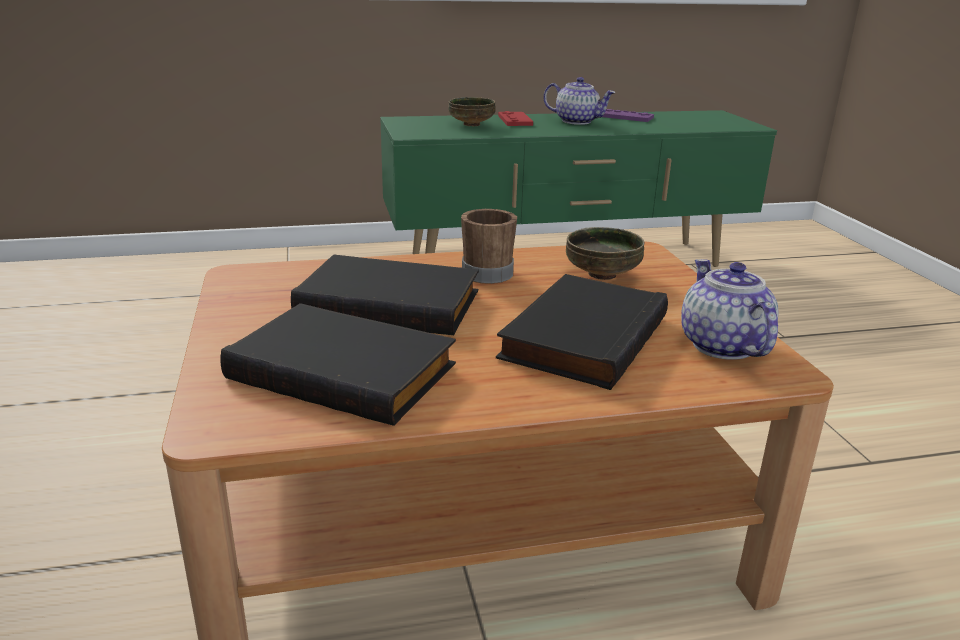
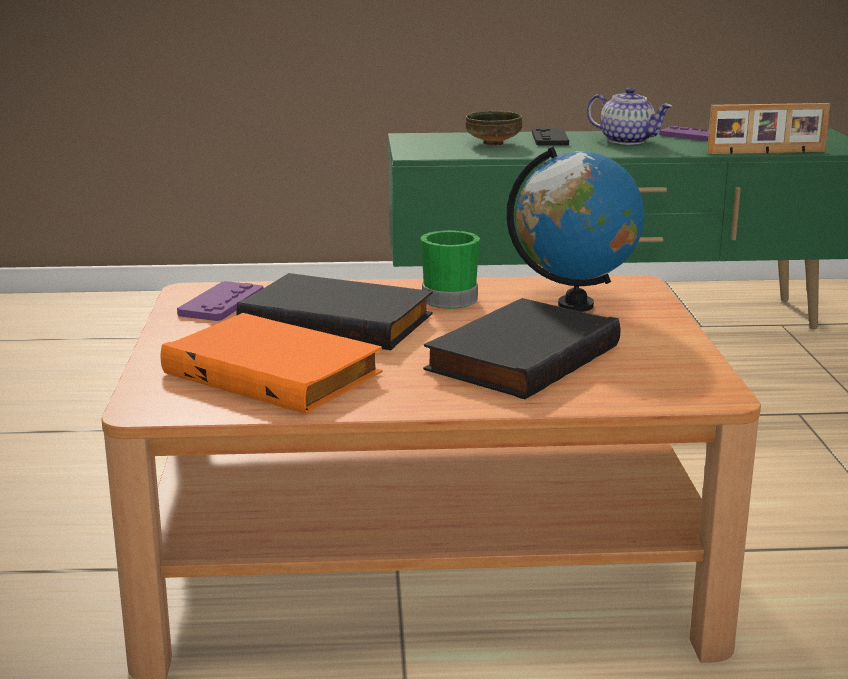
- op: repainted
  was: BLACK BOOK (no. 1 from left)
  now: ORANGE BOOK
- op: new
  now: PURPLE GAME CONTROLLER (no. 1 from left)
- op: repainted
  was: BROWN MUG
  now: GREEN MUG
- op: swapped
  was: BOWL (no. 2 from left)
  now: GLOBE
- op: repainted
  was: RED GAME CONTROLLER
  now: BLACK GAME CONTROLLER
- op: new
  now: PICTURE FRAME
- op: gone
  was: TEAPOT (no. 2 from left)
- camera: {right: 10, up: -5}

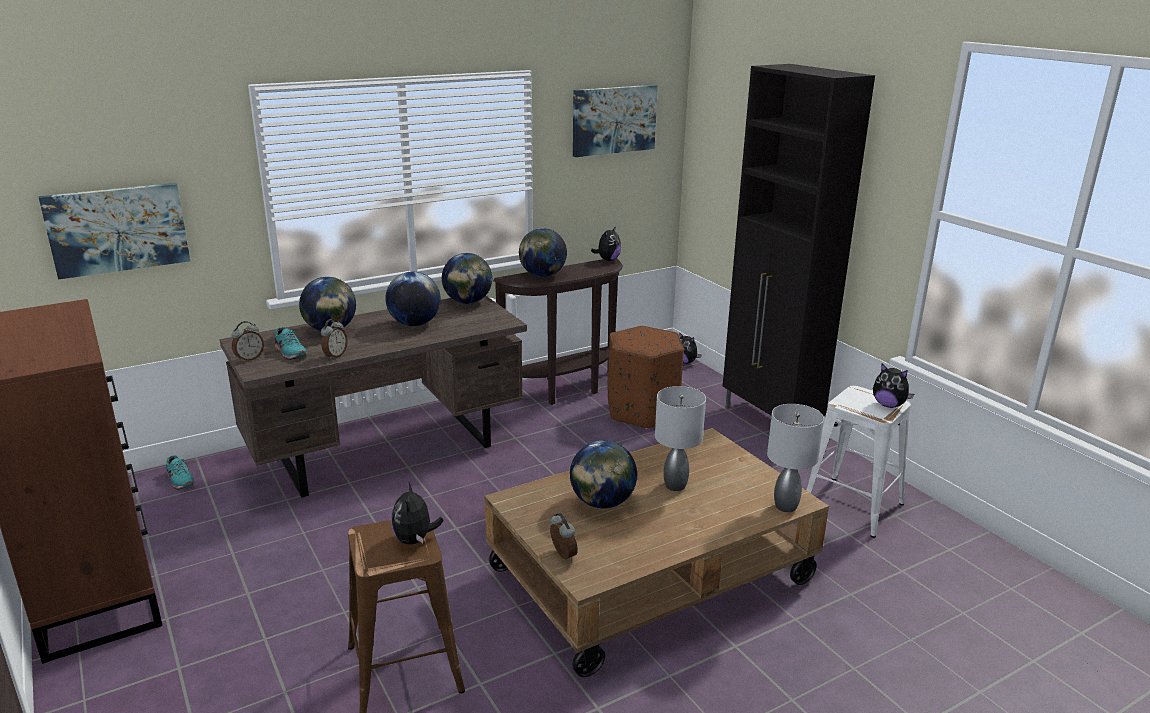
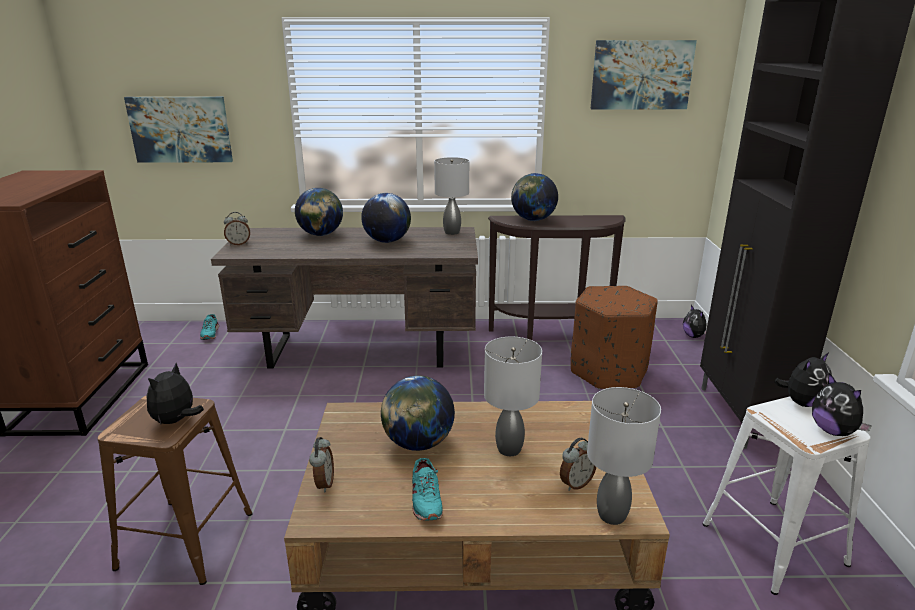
- op: shifted
  was: TURQUOISE SHOE (no. 2 from left)
- op: swapped
  was: GLOBE (no. 3 from left)
  now: GREY TABLE LAMP (no. 1 from left)
- op: shifted
  was: ALARM CLOCK (no. 2 from left in the first image)
  now: ALARM CLOCK (no. 3 from left)
- op: shifted
  was: PLUSH TOY (no. 2 from left in the first image)
  now: PLUSH TOY (no. 3 from left)
- camera: {right: 30, up: 0}

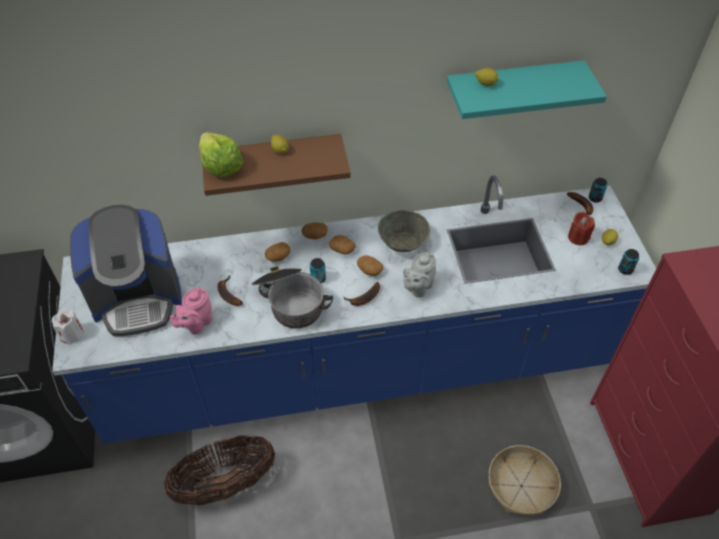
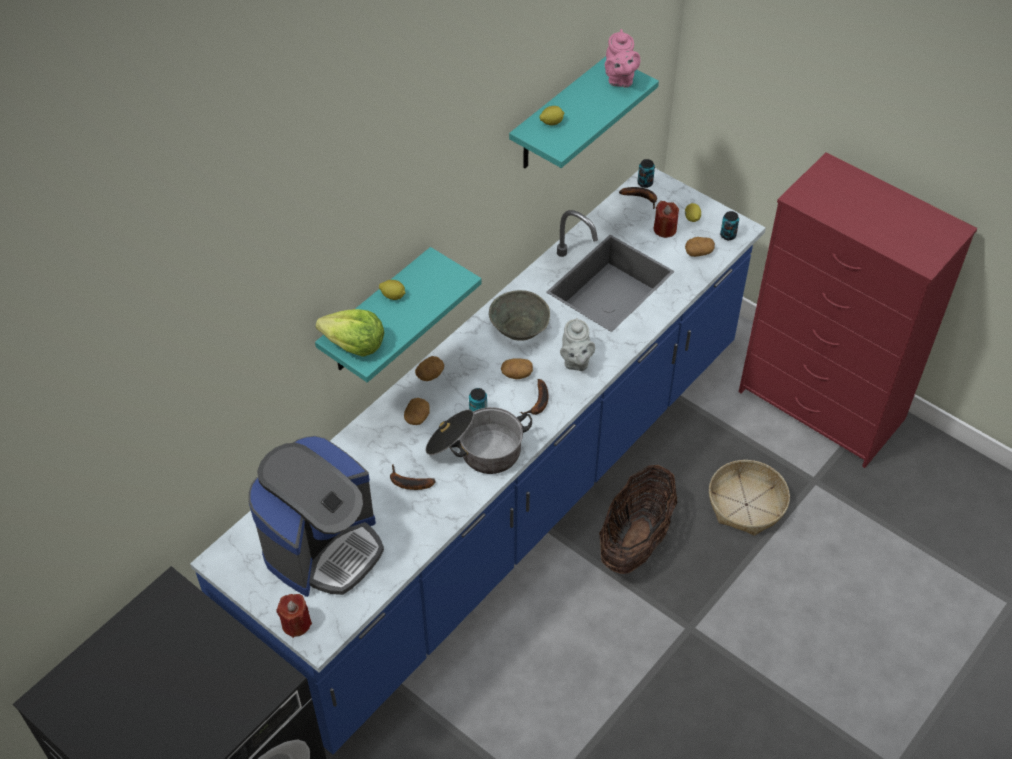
- op: repainted
  was: WHITE CANDLE
  now: RED CANDLE (no. 1 from left)
- op: repainted
  was: BROWN SHELF
  now: TURQUOISE SHELF (no. 1 from left)
- op: shifted
  was: BASKET (no. 1 from left)
- op: shifted
  was: PINK TEAPOT
- op: shifted
  was: POTATO (no. 3 from left in the first image)
  now: POTATO (no. 4 from left)
- camera: {right: -40, up: 0}

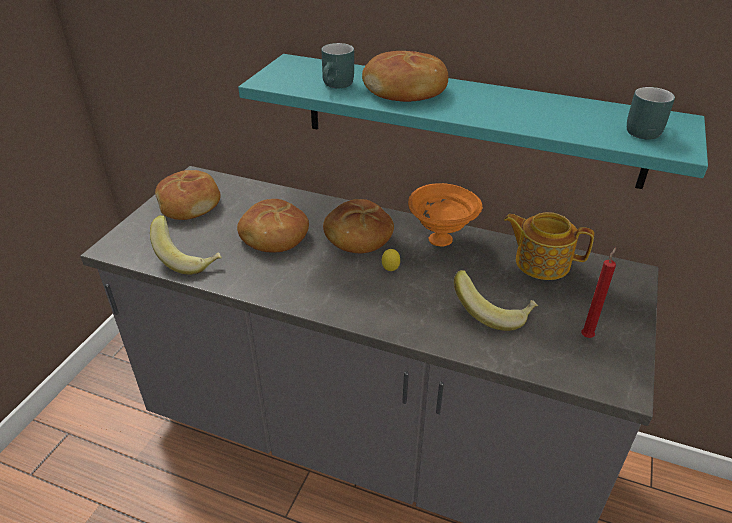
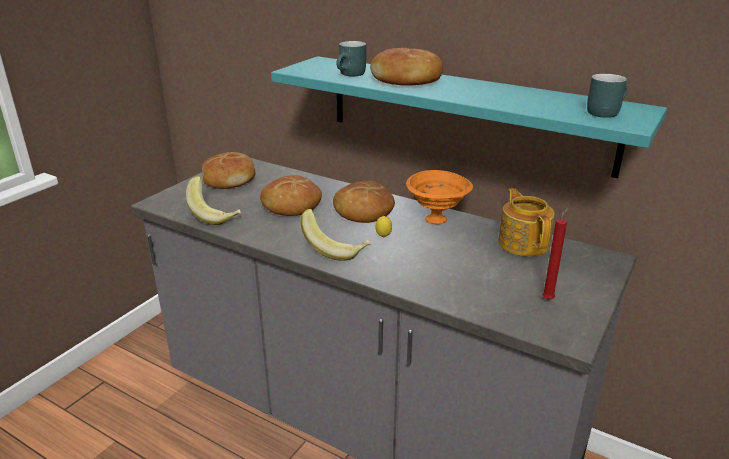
- op: shifted
  was: BANANA (no. 2 from left)
- op: rotated
  was: TEAPOT
  clockwise: 45
- camera: {right: 10, up: -10}

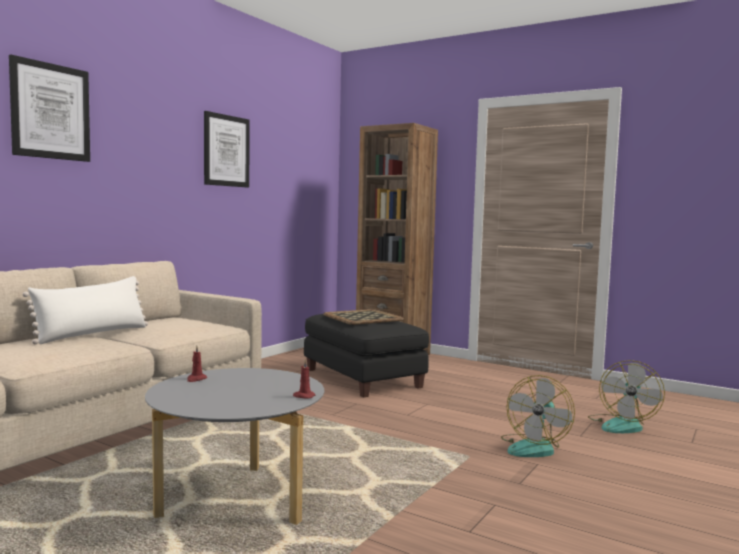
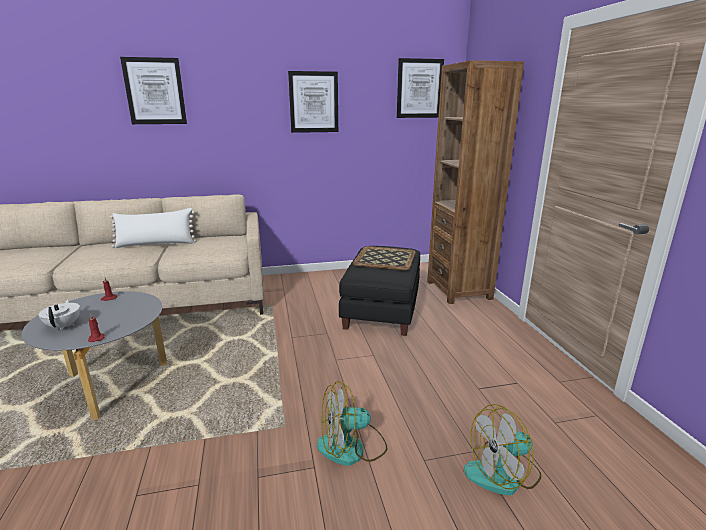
- op: new
  now: WHITE TEAPOT
- op: new
  now: PICTURE (no. 3 from left)
- camera: {right: 45, up: 15}

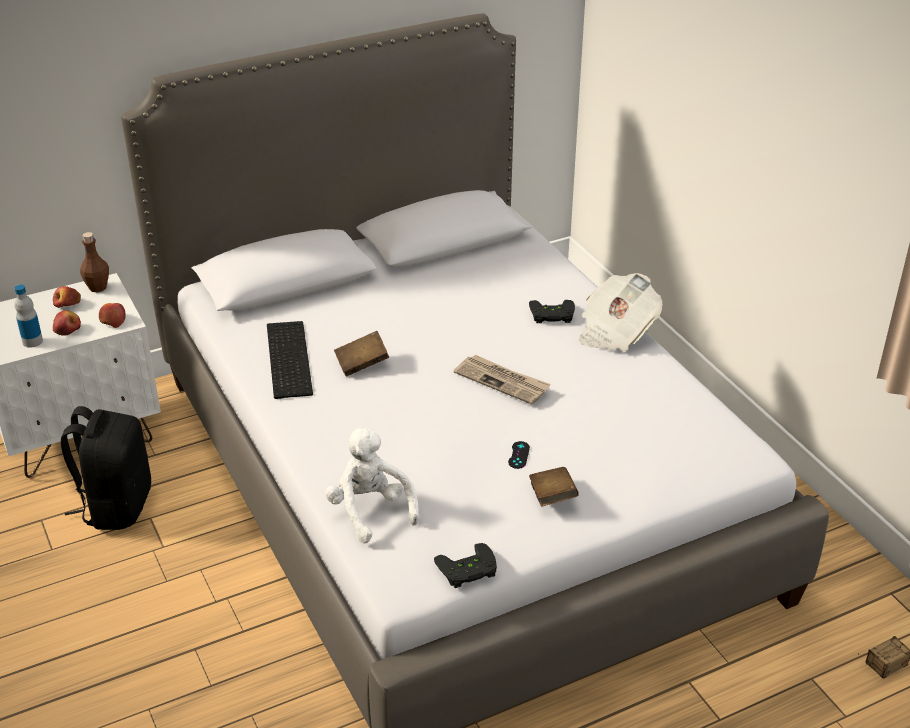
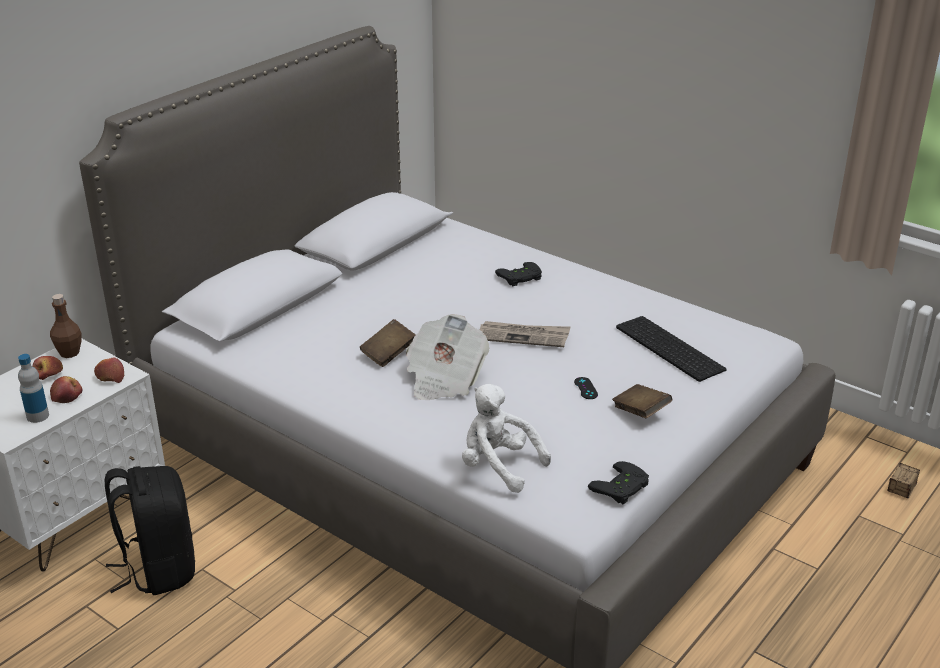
- op: shifted
  was: NEWSPAPER (no. 2 from left in the first image)
  now: NEWSPAPER (no. 1 from left)
- op: shifted
  was: KEYBOARD
- camera: {right: -25, up: -5}

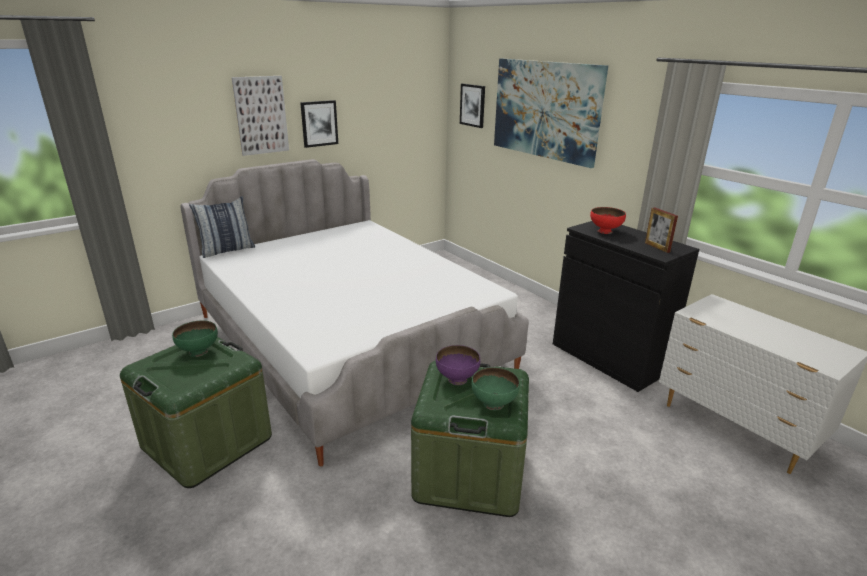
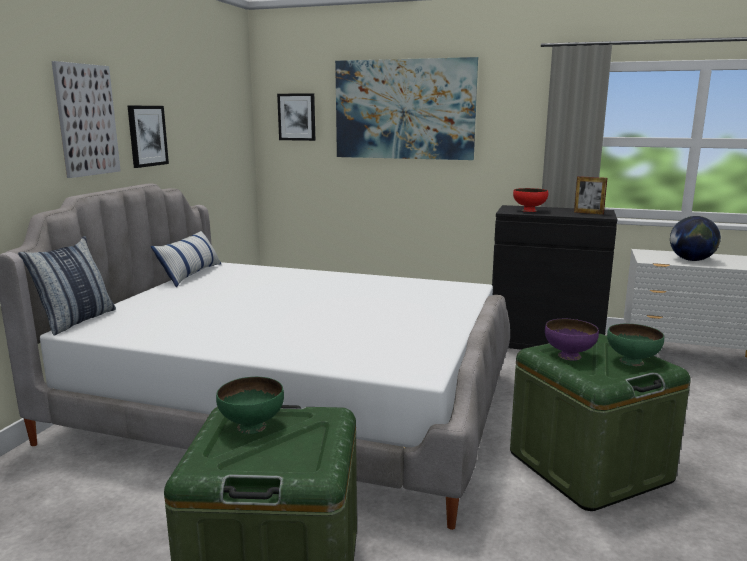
- op: new
  now: PILLOW (no. 2 from left)
- op: new
  now: GLOBE
- camera: {right: -35, up: -10}

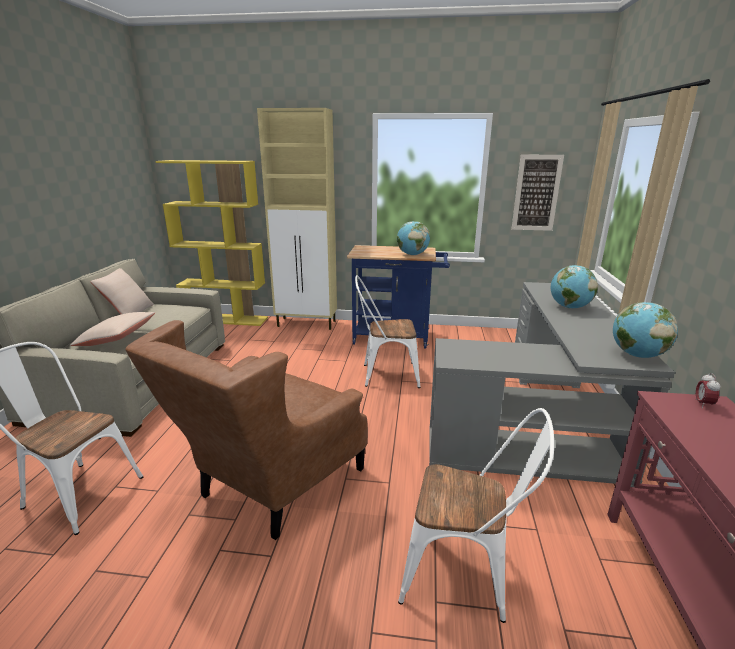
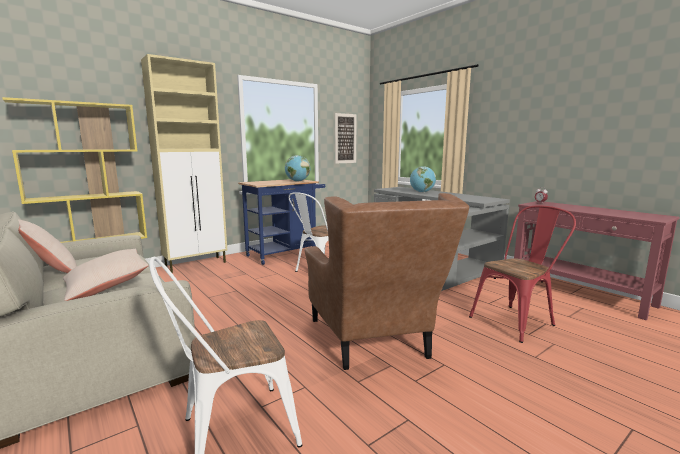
- op: repainted
  was: WHITE CHAIR (no. 3 from left)
  now: RED CHAIR
- op: gone
  was: GLOBE (no. 3 from left)
- camera: {right: -45, up: -10}

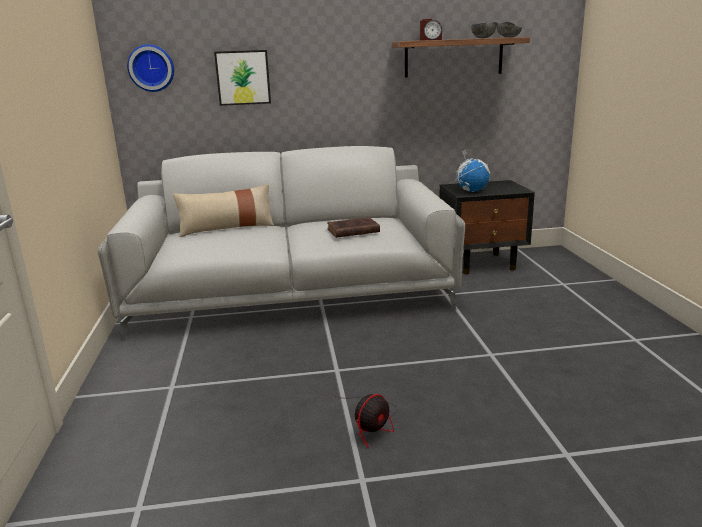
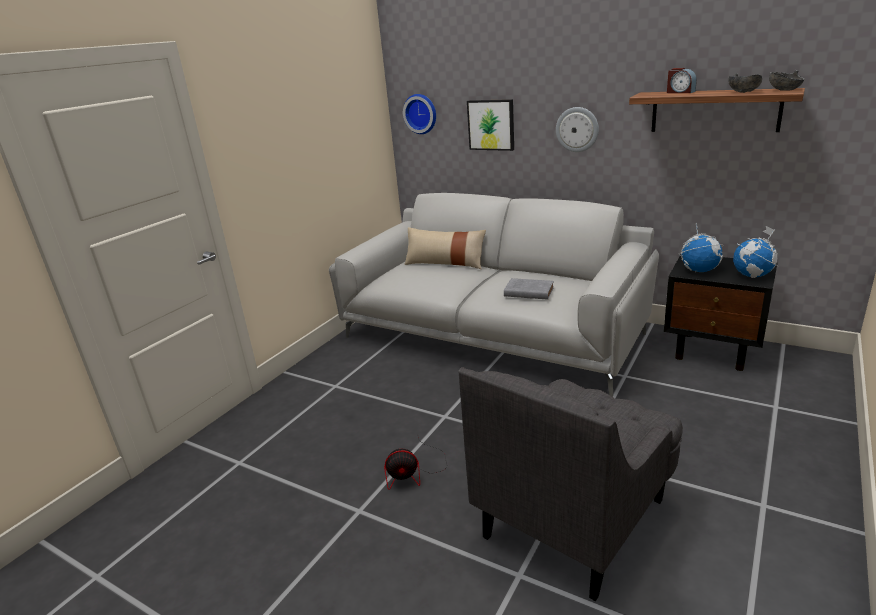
- op: new
  now: GREY ARMCHAIR
- op: repainted
  was: BROWN BOOK
  now: GREY BOOK
- op: new
  now: WALL CLOCK (no. 2 from left)
- op: new
  now: GLOBE (no. 2 from left)
- camera: {right: 40, up: 5}

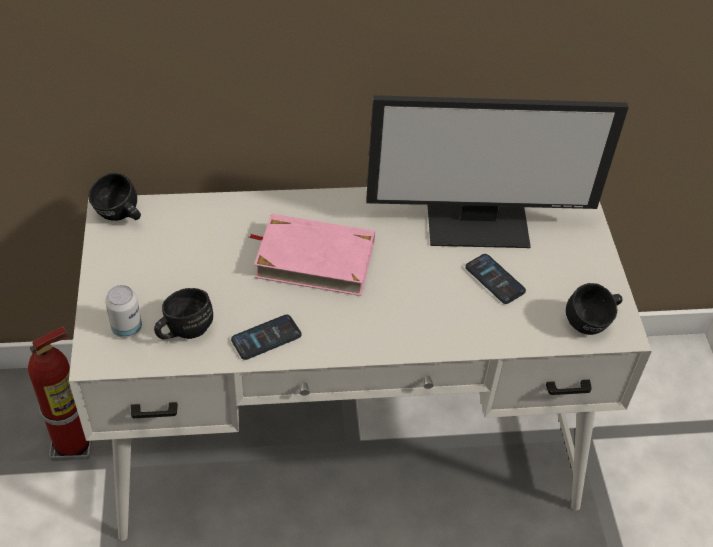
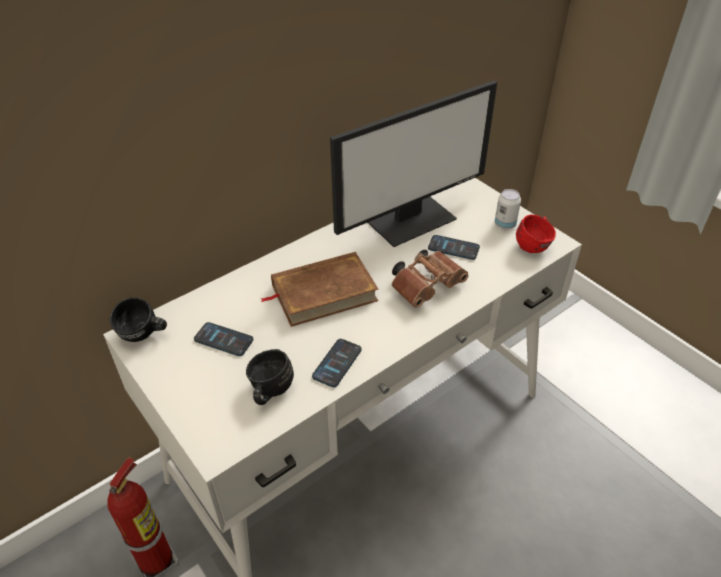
- op: new
  now: PHONE (no. 1 from left)
- op: repainted
  was: PINK BOOK
  now: BROWN BOOK
- op: new
  now: BROWN BINOCULARS
- op: shifted
  was: CAN
- op: repainted
  was: BLACK MUG (no. 3 from left)
  now: RED MUG
- camera: {right: -30, up: -5}

